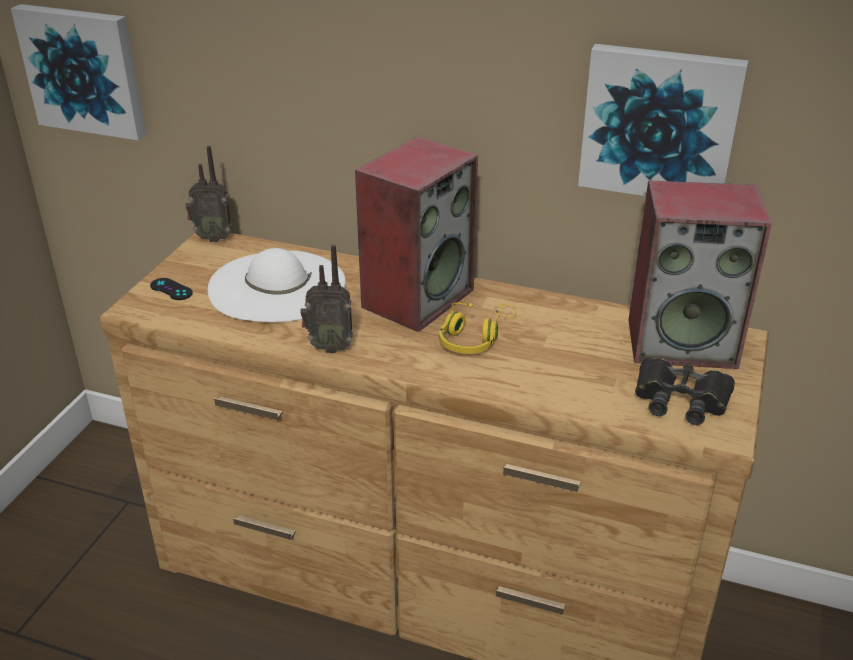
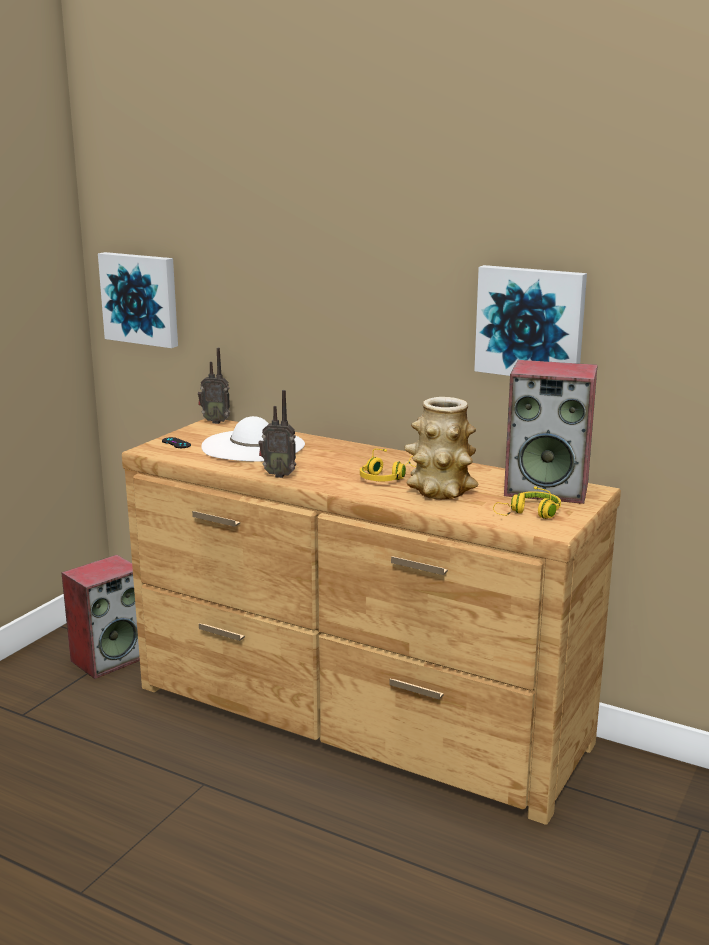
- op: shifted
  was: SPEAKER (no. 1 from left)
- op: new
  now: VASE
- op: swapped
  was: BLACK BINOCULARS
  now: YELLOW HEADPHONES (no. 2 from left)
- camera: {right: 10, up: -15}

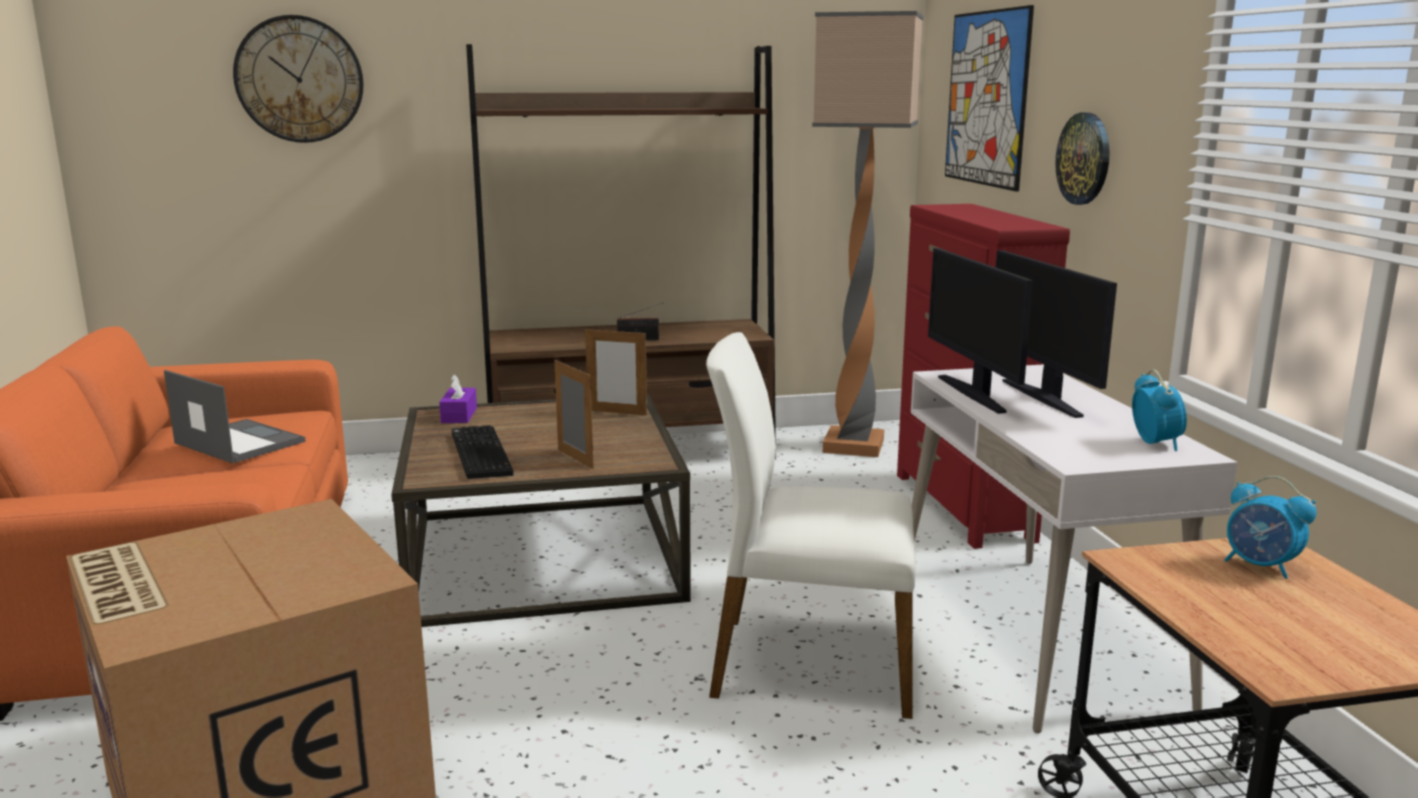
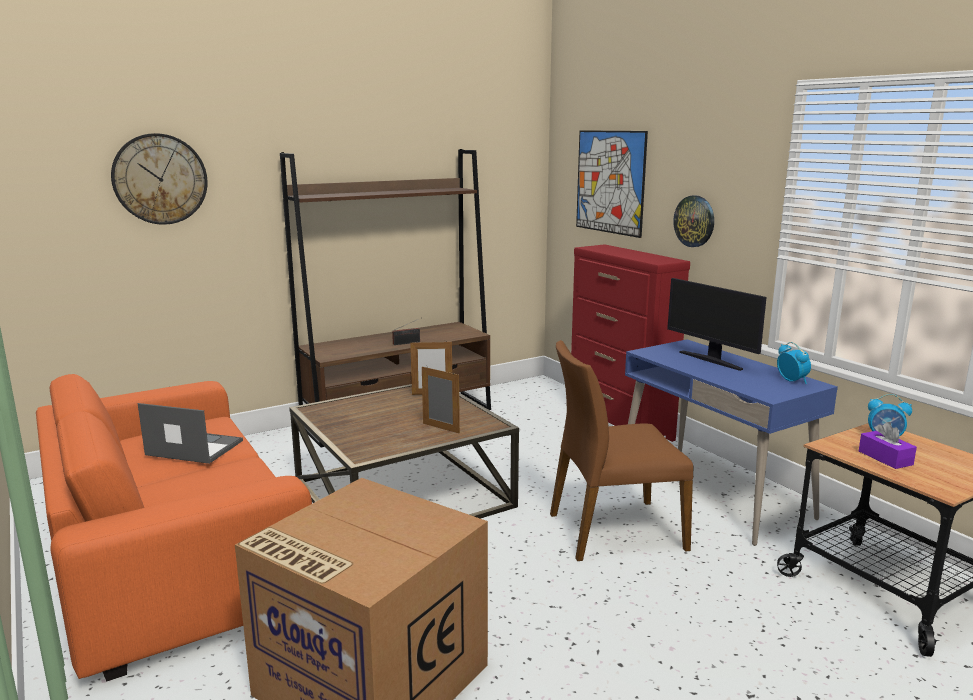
- op: repainted
  was: WHITE CHAIR
  now: BROWN CHAIR
- op: repainted
  was: WHITE DESK
  now: BLUE DESK
- op: shifted
  was: PURPLE TISSUE BOX
- op: gone
  was: KEYBOARD
- op: gone
  was: FLOOR LAMP
- op: gone
  was: MONITOR (no. 1 from left)
- camera: {right: -20, up: 0}

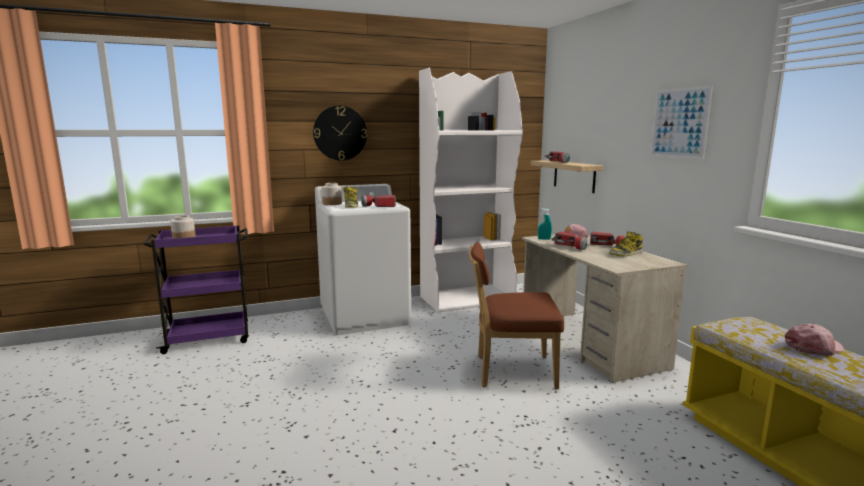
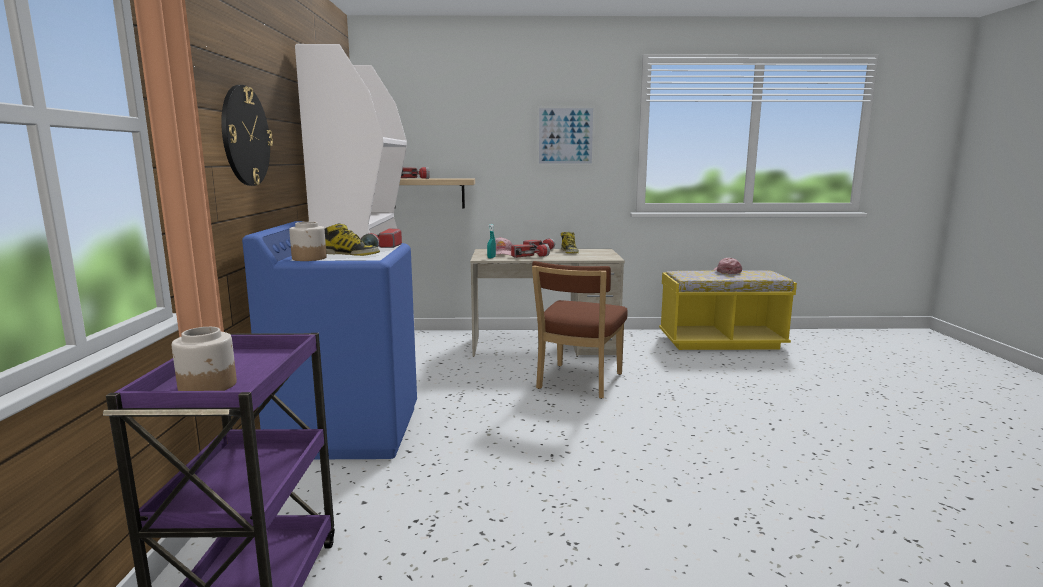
- op: repainted
  was: WHITE WASHING MACHINE
  now: BLUE WASHING MACHINE
- camera: {right: -70, up: 0}

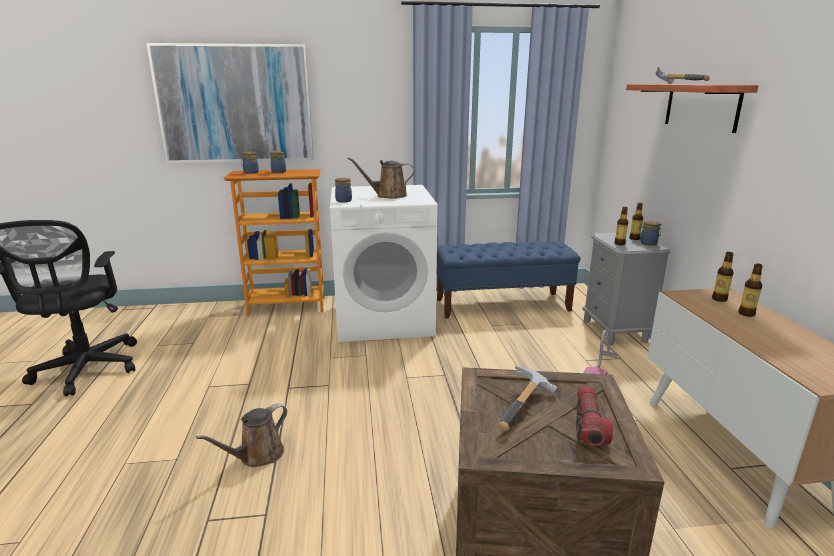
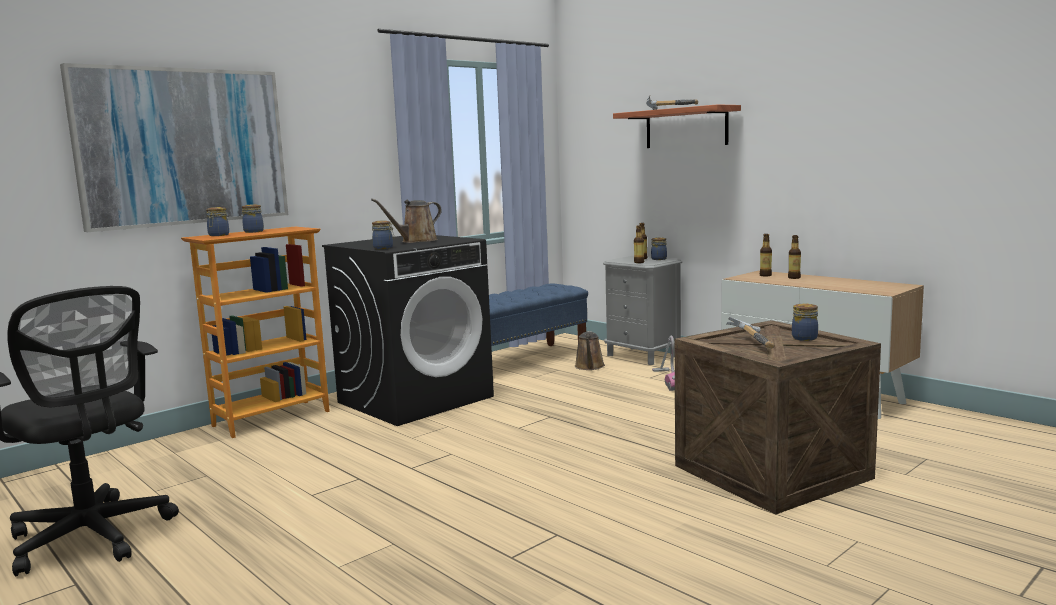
- op: repainted
  was: WHITE WASHING MACHINE
  now: BLACK WASHING MACHINE
- op: shifted
  was: BROWN WATERING CAN (no. 1 from left in the first image)
  now: BROWN WATERING CAN (no. 2 from left)
- op: swapped
  was: FLASHLIGHT
  now: JAR (no. 5 from left)
- camera: {right: -35, up: -10}

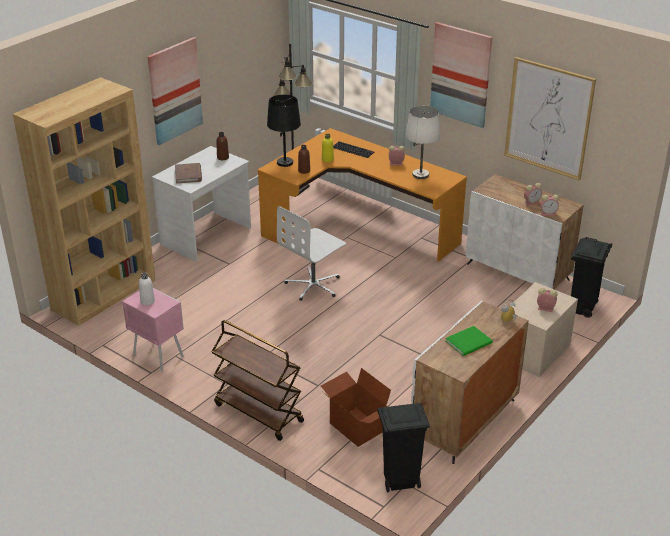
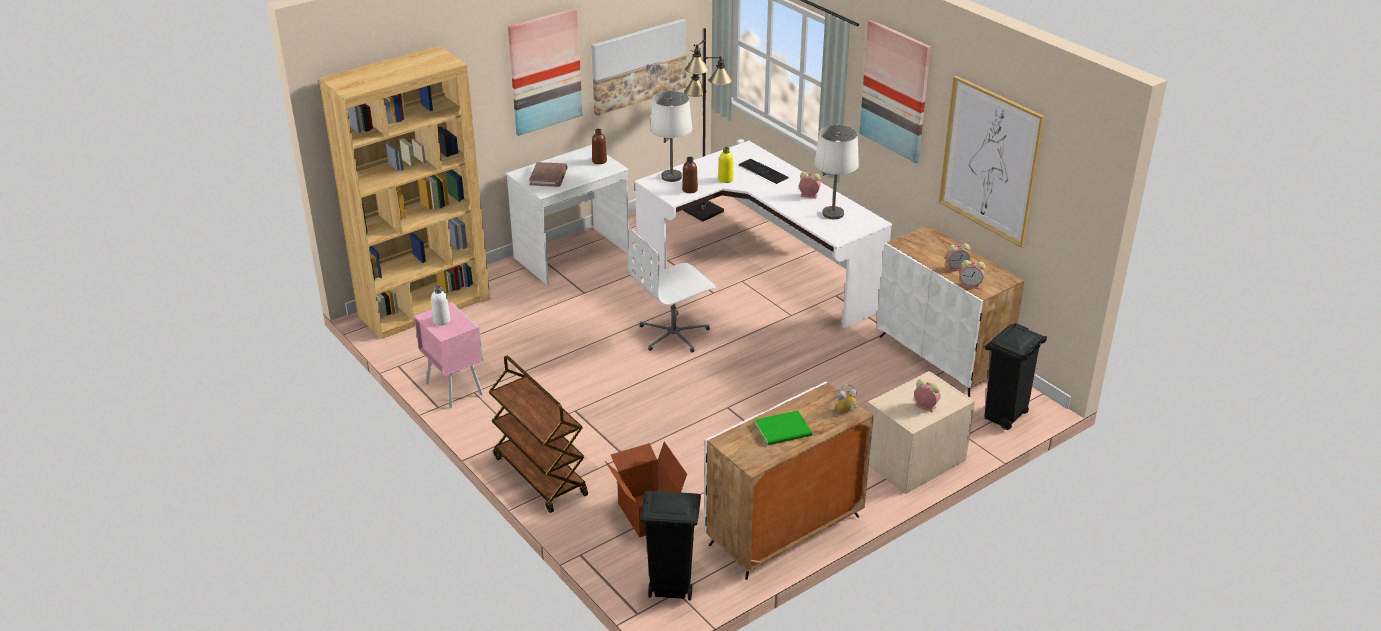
- op: new
  now: PICTURE (no. 2 from left)
- op: repainted
  was: ORANGE DESK
  now: WHITE DESK (no. 2 from left)
- op: repainted
  was: BLACK TABLE LAMP
  now: WHITE TABLE LAMP (no. 1 from left)
- camera: {right: 15, up: 0}

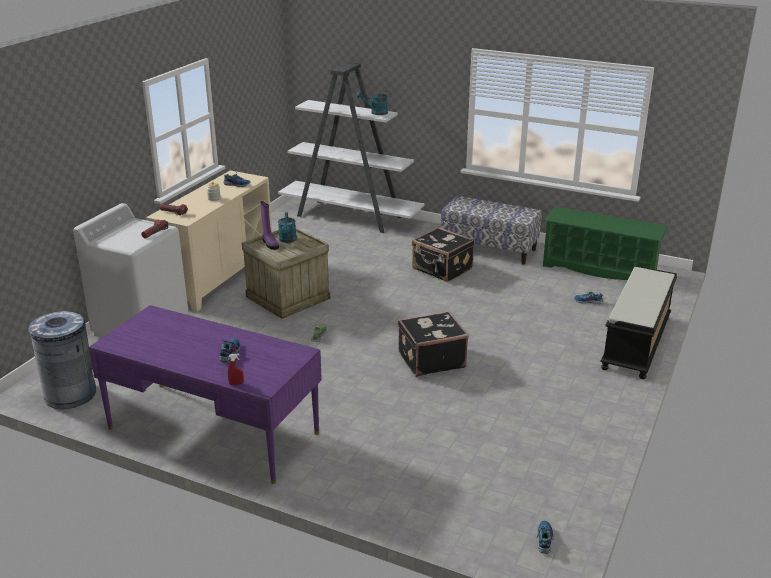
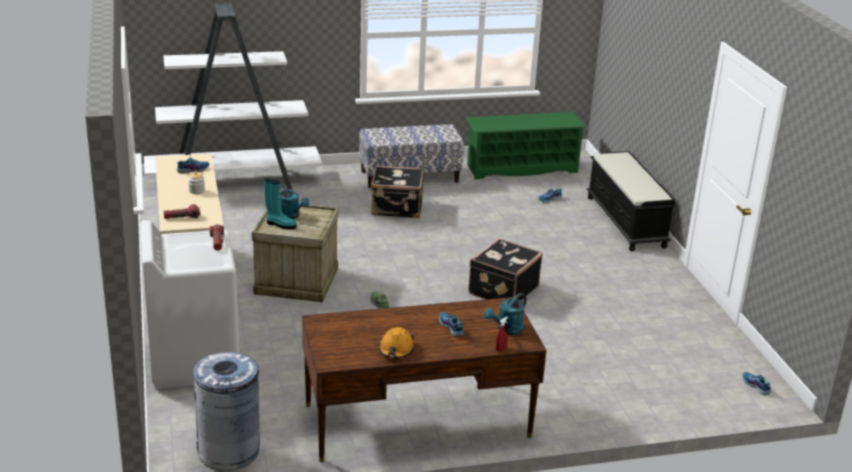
- op: repainted
  was: PURPLE BOOT
  now: TURQUOISE BOOT
- op: repainted
  was: PURPLE DESK
  now: BROWN DESK
- op: new
  now: ORANGE HARD HAT
- op: shifted
  was: TURQUOISE WATERING CAN (no. 2 from left)
- camera: {right: -40, up: 0}

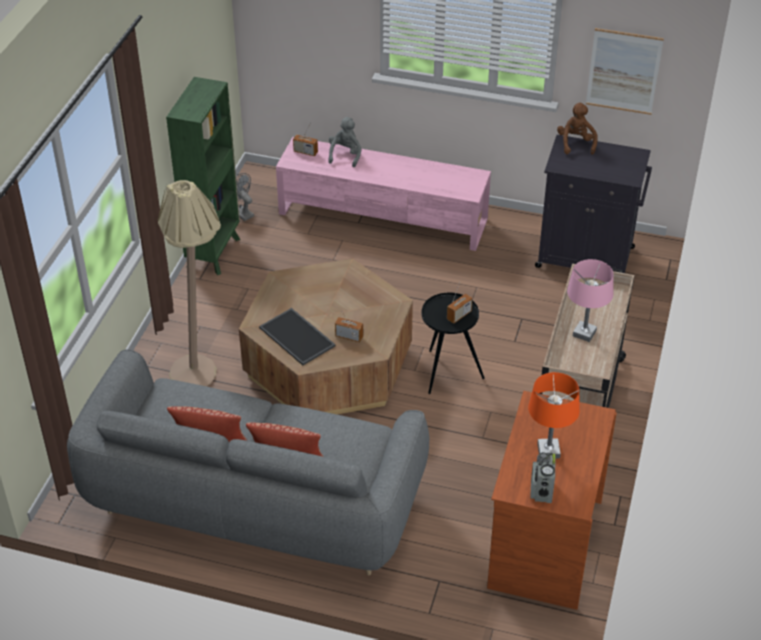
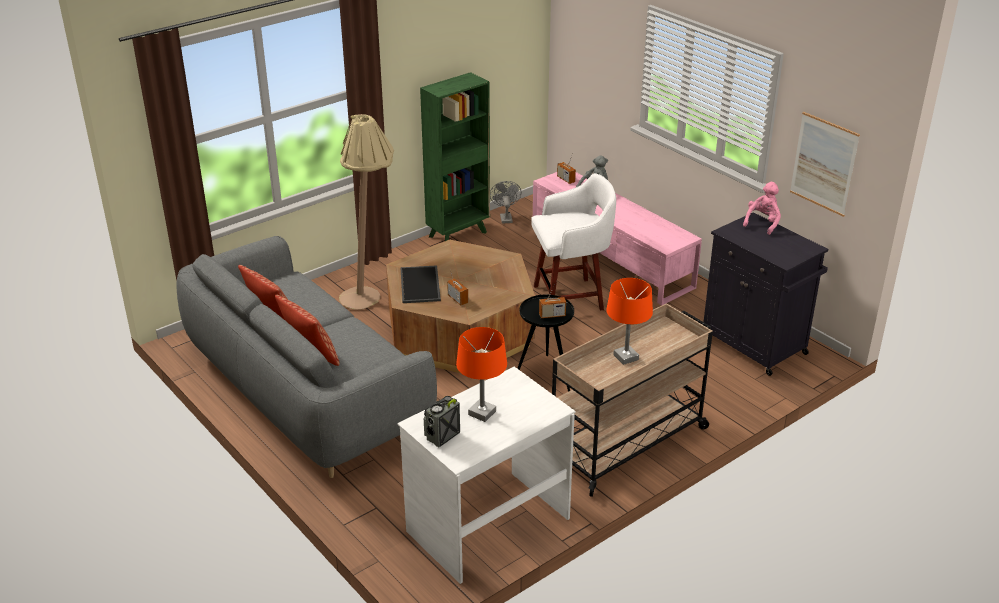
- op: repainted
  was: BROWN DESK
  now: WHITE DESK
- op: new
  now: WHITE STOOL
- op: repainted
  was: PINK TABLE LAMP
  now: ORANGE TABLE LAMP (no. 2 from left)
- op: repainted
  was: BROWN PLUSH TOY
  now: PINK PLUSH TOY
- camera: {right: 35, up: -10}

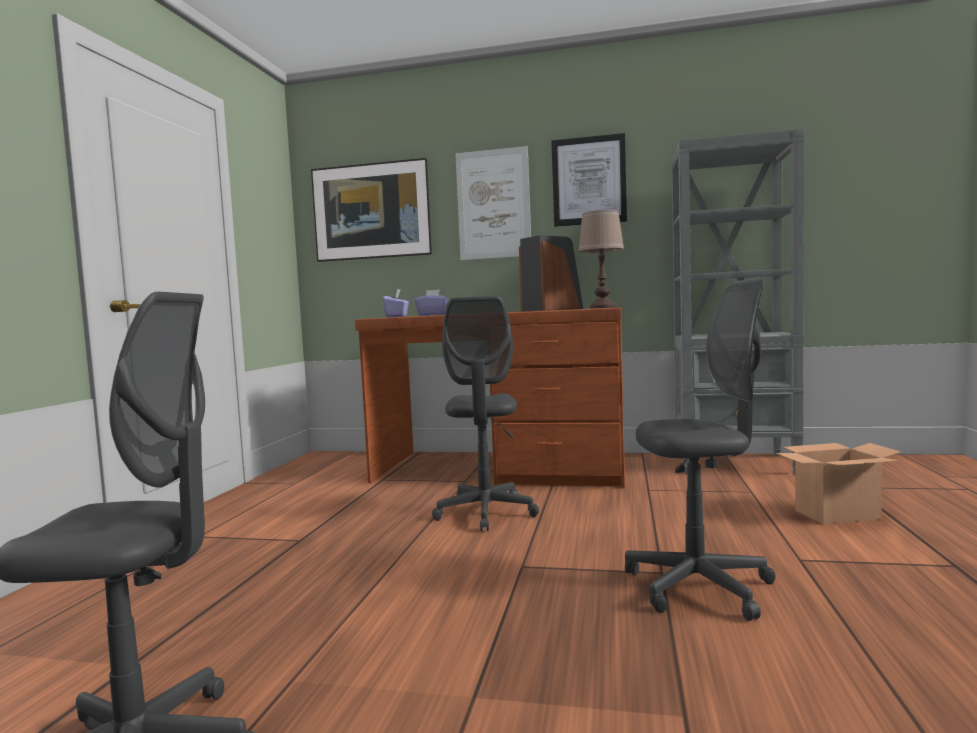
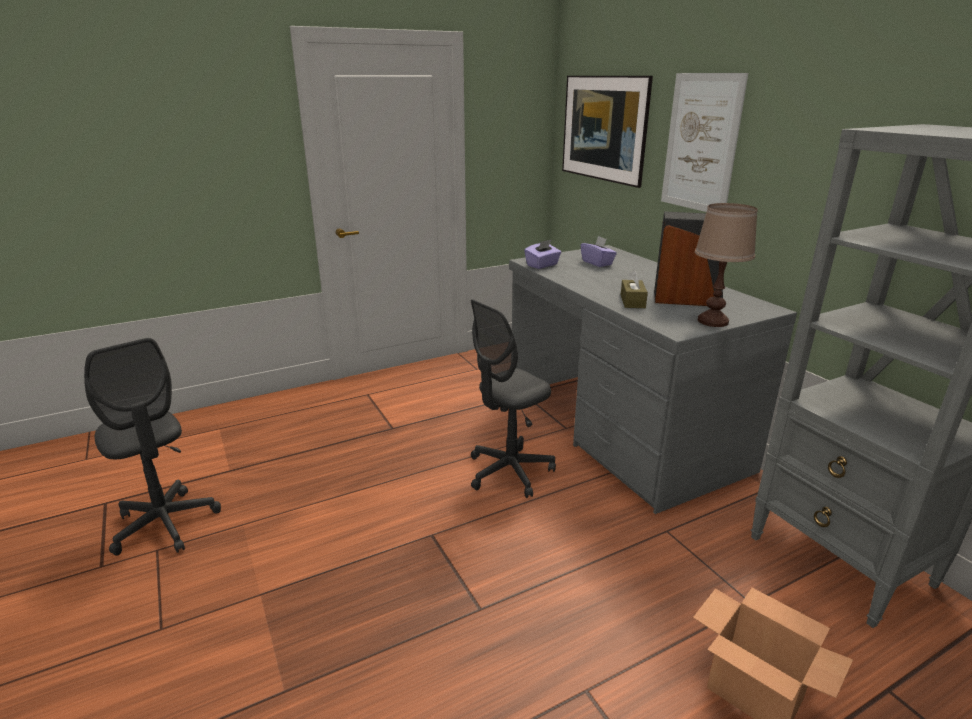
- op: repainted
  was: BROWN DESK
  now: GREY DESK
- op: new
  now: BROWN TISSUE BOX
- op: gone
  was: PICTURE (no. 3 from left)
- op: gone
  was: GREY OFFICE CHAIR (no. 3 from left)
- camera: {right: 50, up: 20}

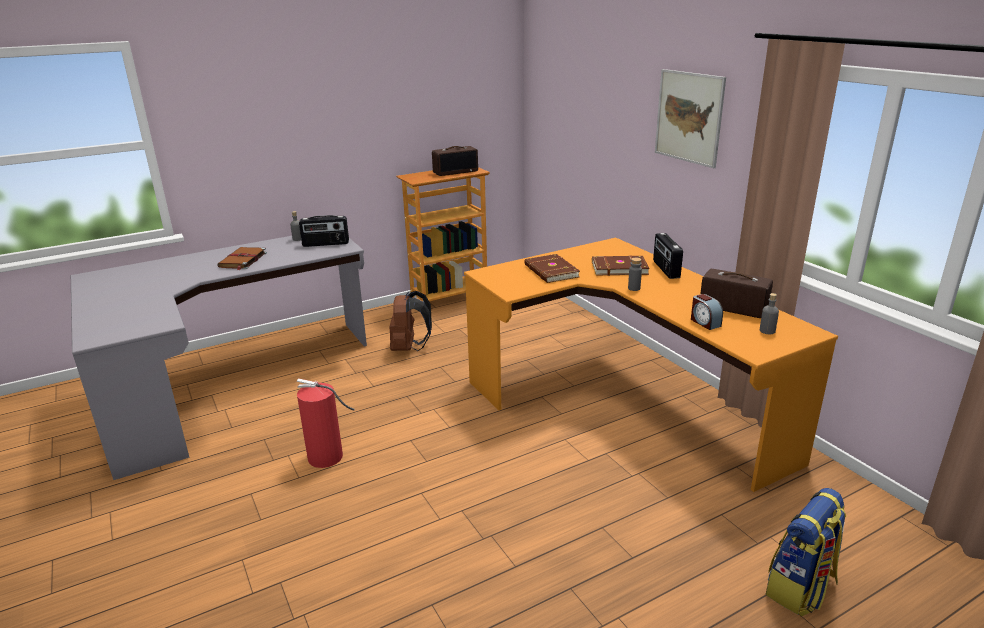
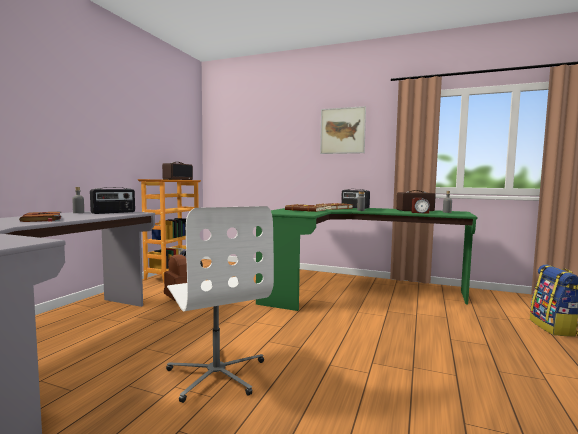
- op: swapped
  was: FIRE EXTINGUISHER
  now: WHITE OFFICE CHAIR
- op: repainted
  was: ORANGE DESK
  now: GREEN DESK
- camera: {right: -40, up: -20}

